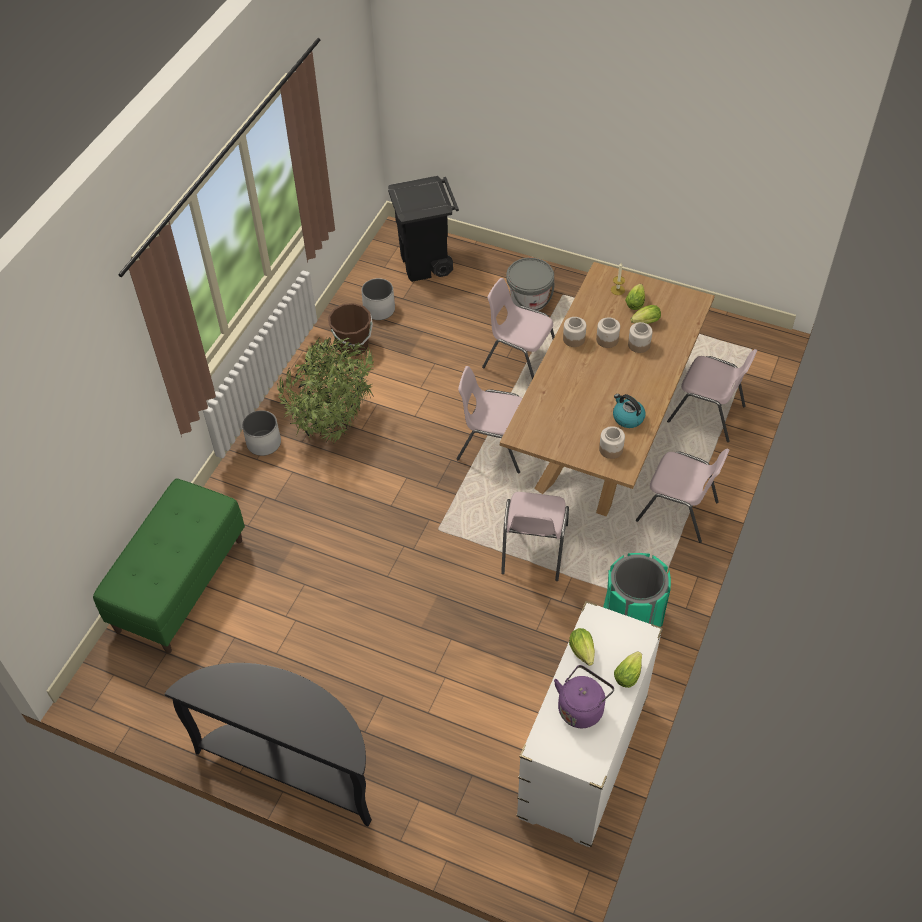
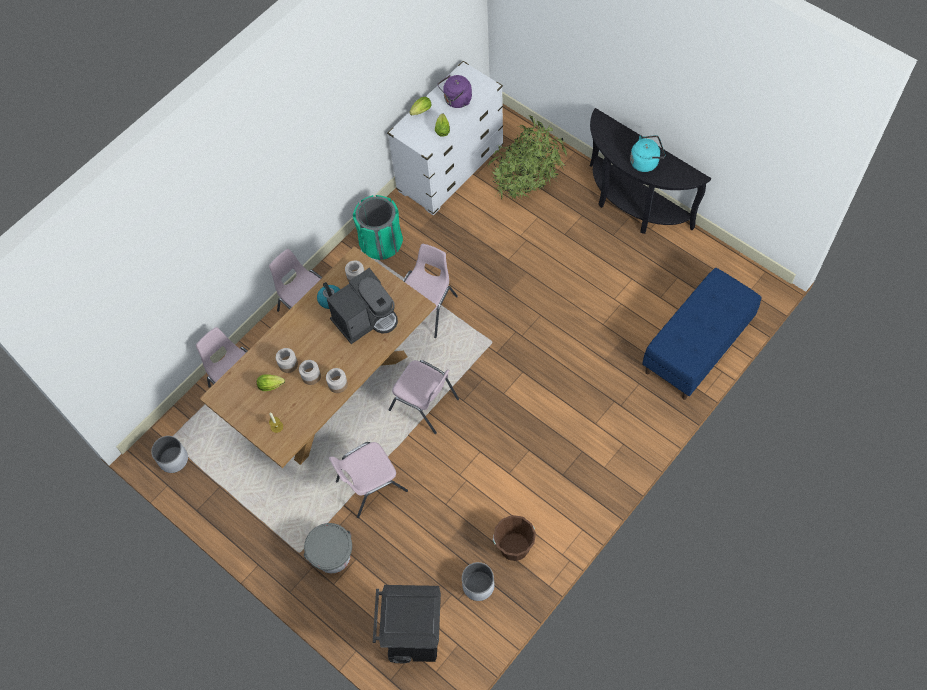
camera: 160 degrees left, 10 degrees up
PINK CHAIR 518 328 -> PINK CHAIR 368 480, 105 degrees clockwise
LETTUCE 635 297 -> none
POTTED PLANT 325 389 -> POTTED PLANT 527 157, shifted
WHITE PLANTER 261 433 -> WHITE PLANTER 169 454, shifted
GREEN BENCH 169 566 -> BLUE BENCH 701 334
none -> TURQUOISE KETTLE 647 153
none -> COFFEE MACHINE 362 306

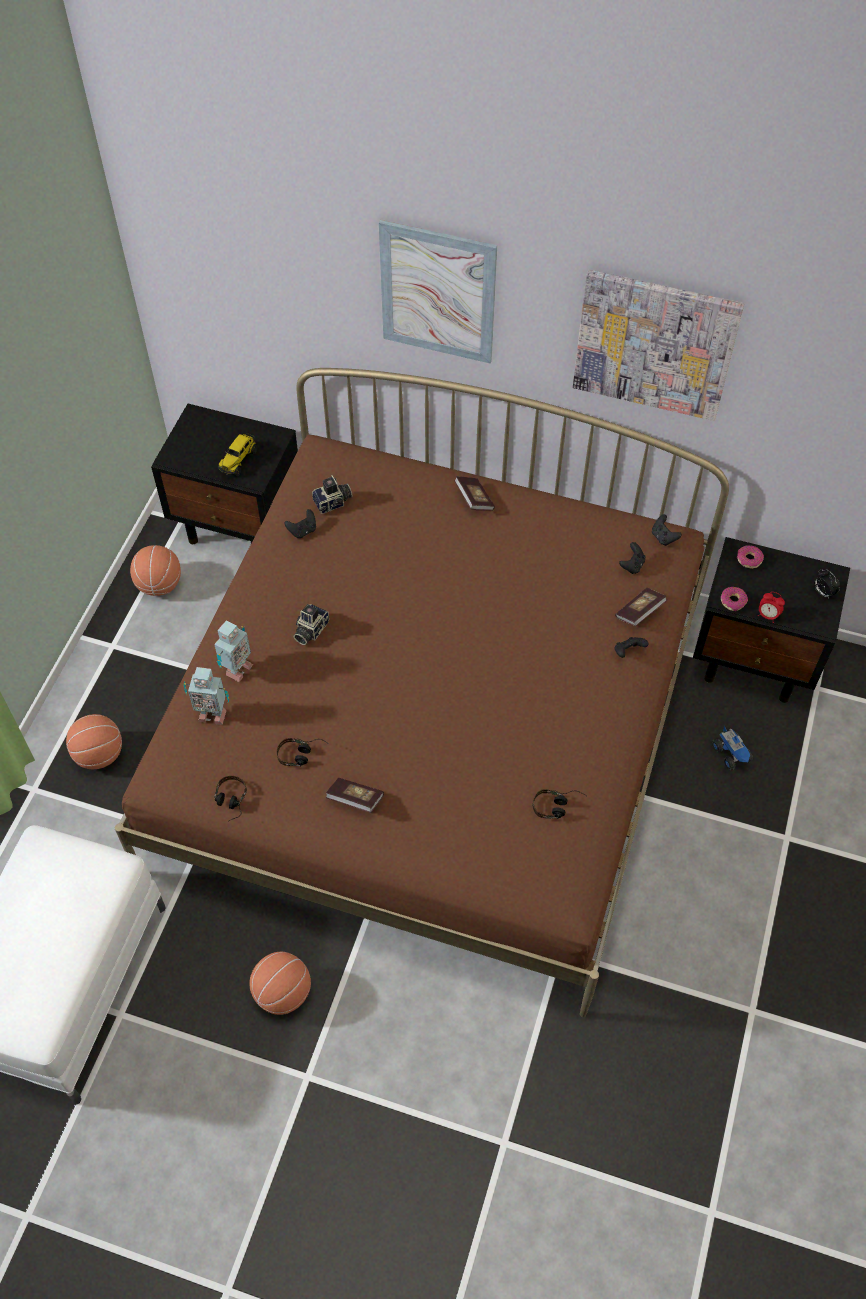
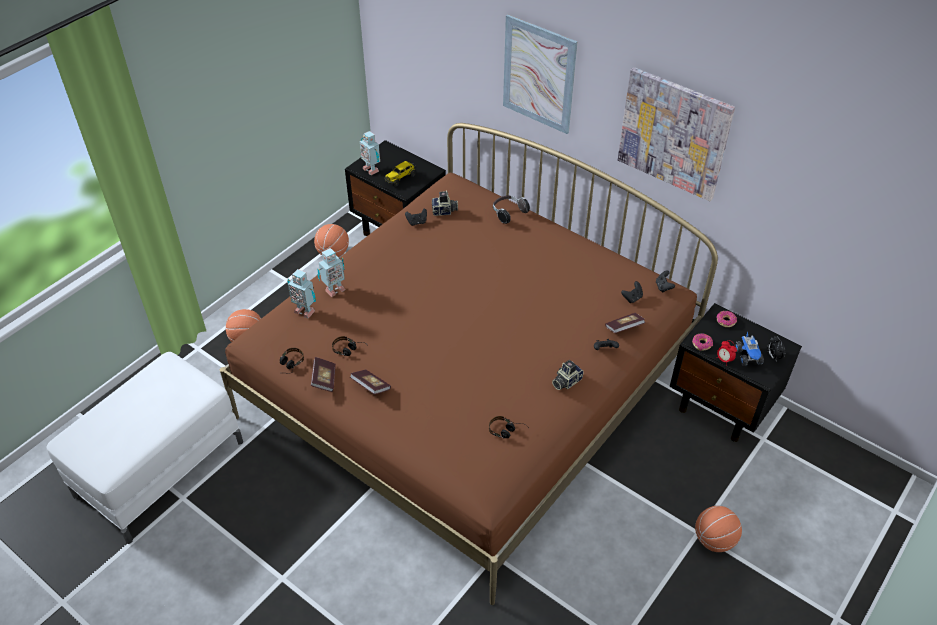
camera: 20 degrees right, 10 degrees down
BOOK 474 493 -> BOOK 323 374, shifted
PHOTO CAMERA 311 624 -> PHOTO CAMERA 568 375, shifted
TOY TRUCK 732 748 -> TOY TRUCK 749 348, shifted
BASKETBALL 280 983 -> BASKETBALL 718 529, shifted
none -> TOY ROBOT 370 153
none -> HEADPHONES 511 209

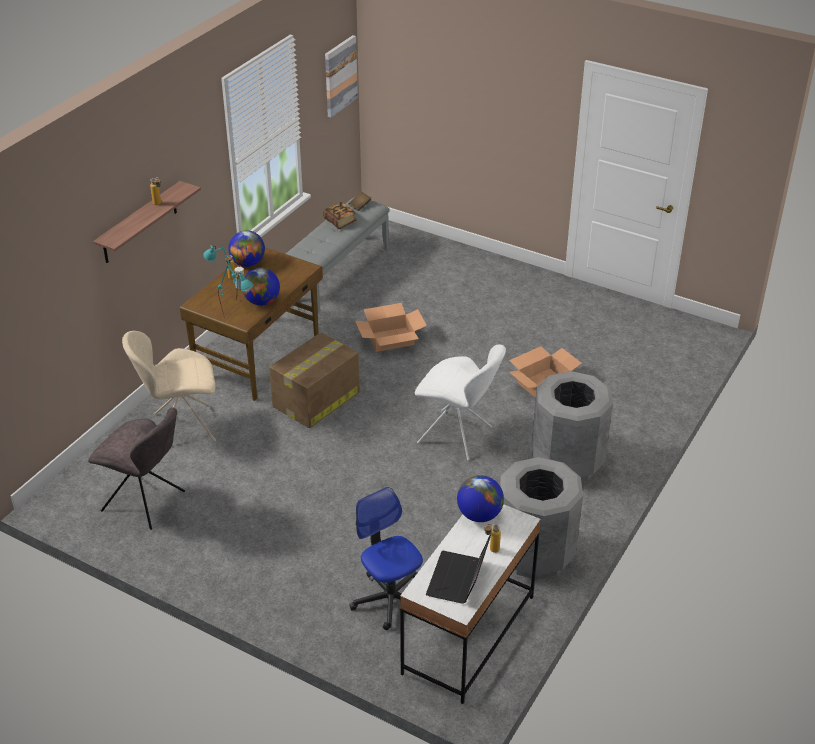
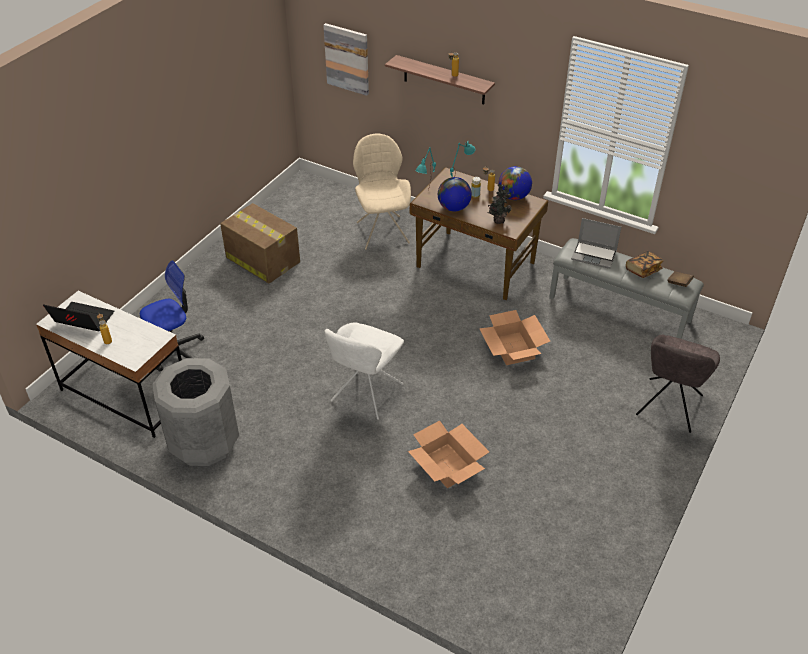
camera: 90 degrees right, 5 degrees up
PICTURE 341 76 -> PICTURE 346 59, shifted
CARDBOARD BOX 314 380 -> CARDBOARD BOX 260 243, shifted
GREY TRASH CAN 572 426 -> none
GREY CHAIR 136 468 -> GREY CHAIR 678 384, shifted
GLOBE 480 498 -> none
none -> POTTED PLANT 500 203
none -> LAPTOP 596 243

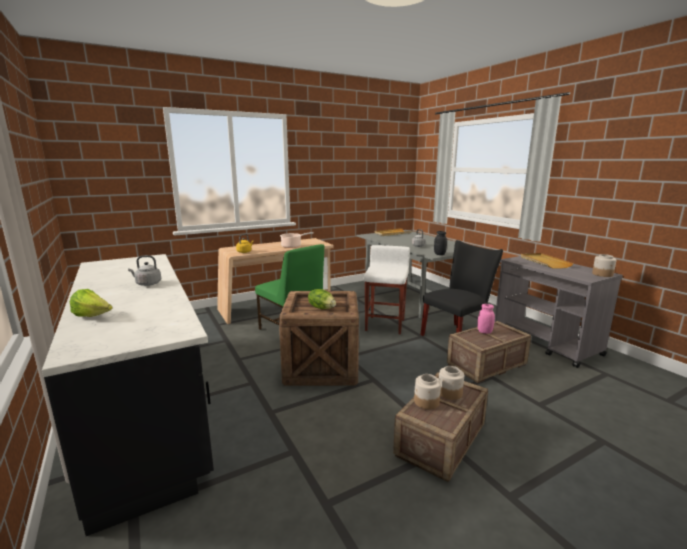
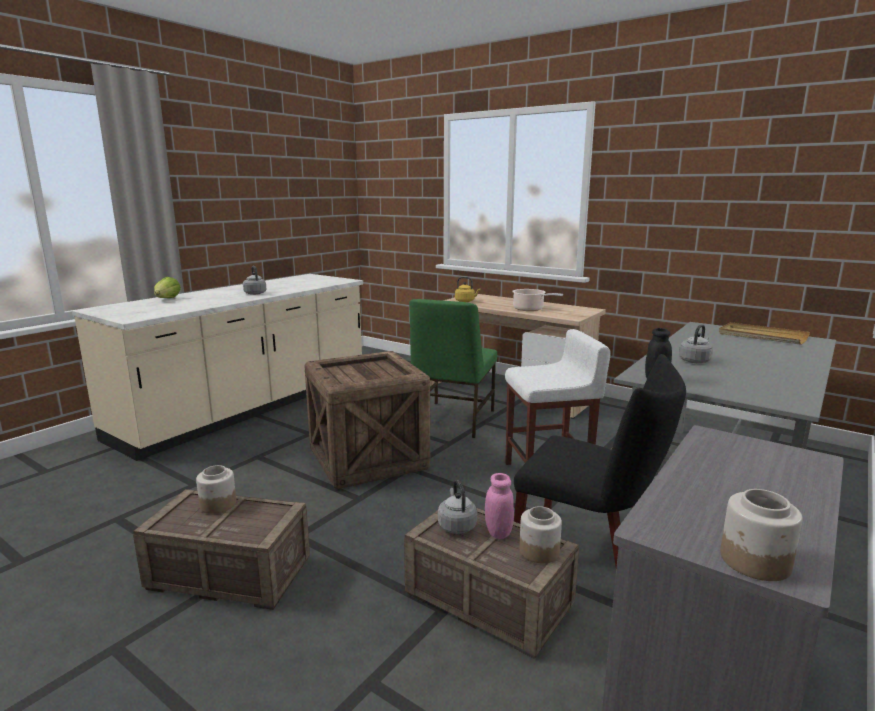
camera: 65 degrees right, 0 degrees up
BEIGE TRAY 547 261 -> none
BLACK COUNTER 128 395 -> BEIGE COUNTER 217 367
LETTUCE 322 299 -> none
JAR 451 383 -> JAR 540 534, shifted
none -> GREY KETTLE 457 507

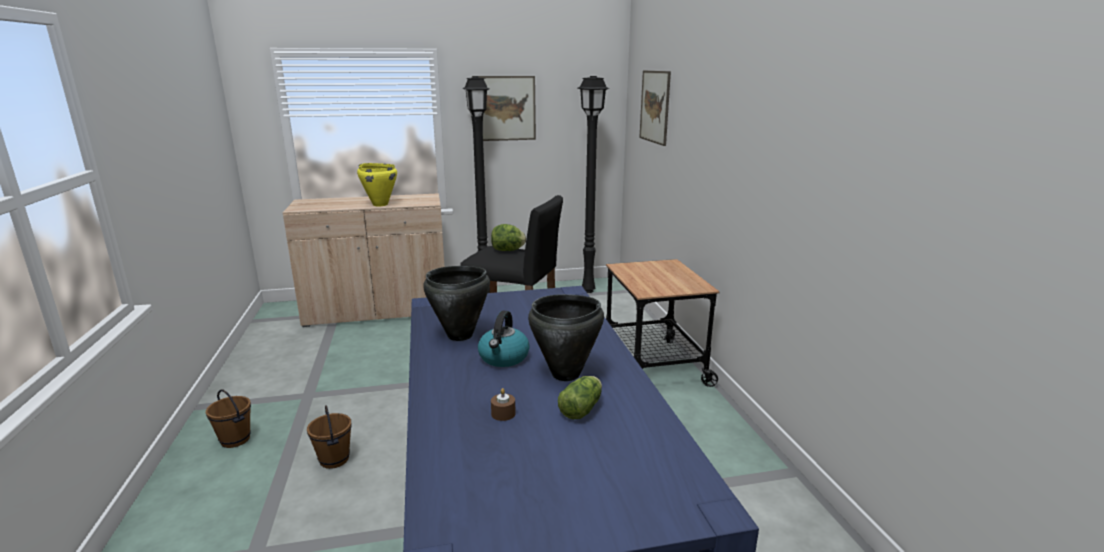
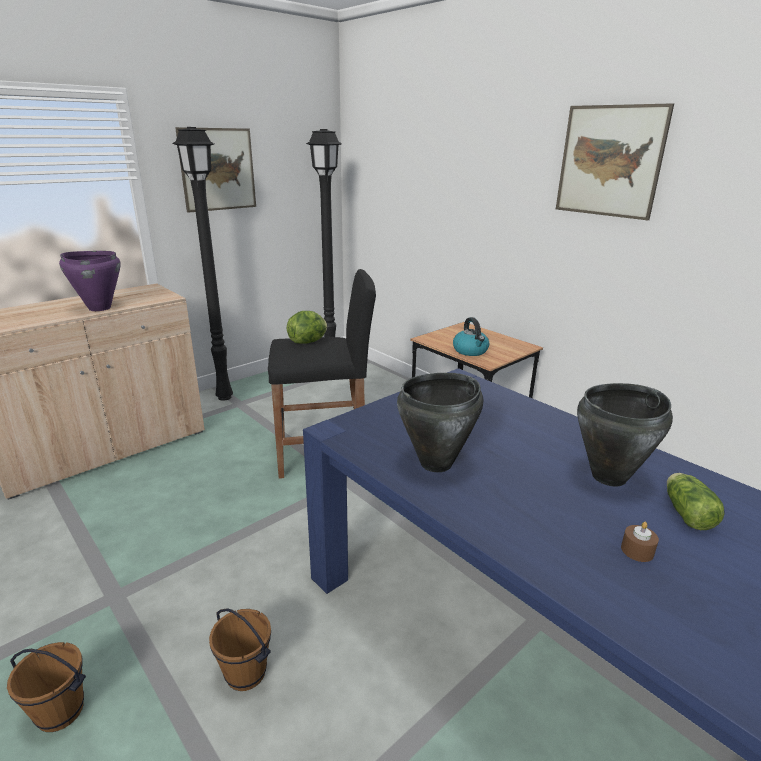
camera: 30 degrees left, 5 degrees up
PICTURE 655 108 -> PICTURE 615 161, shifted
YELLOW COOKING POT 377 184 -> PURPLE COOKING POT 90 281
KETTLE 504 338 -> KETTLE 471 336, shifted

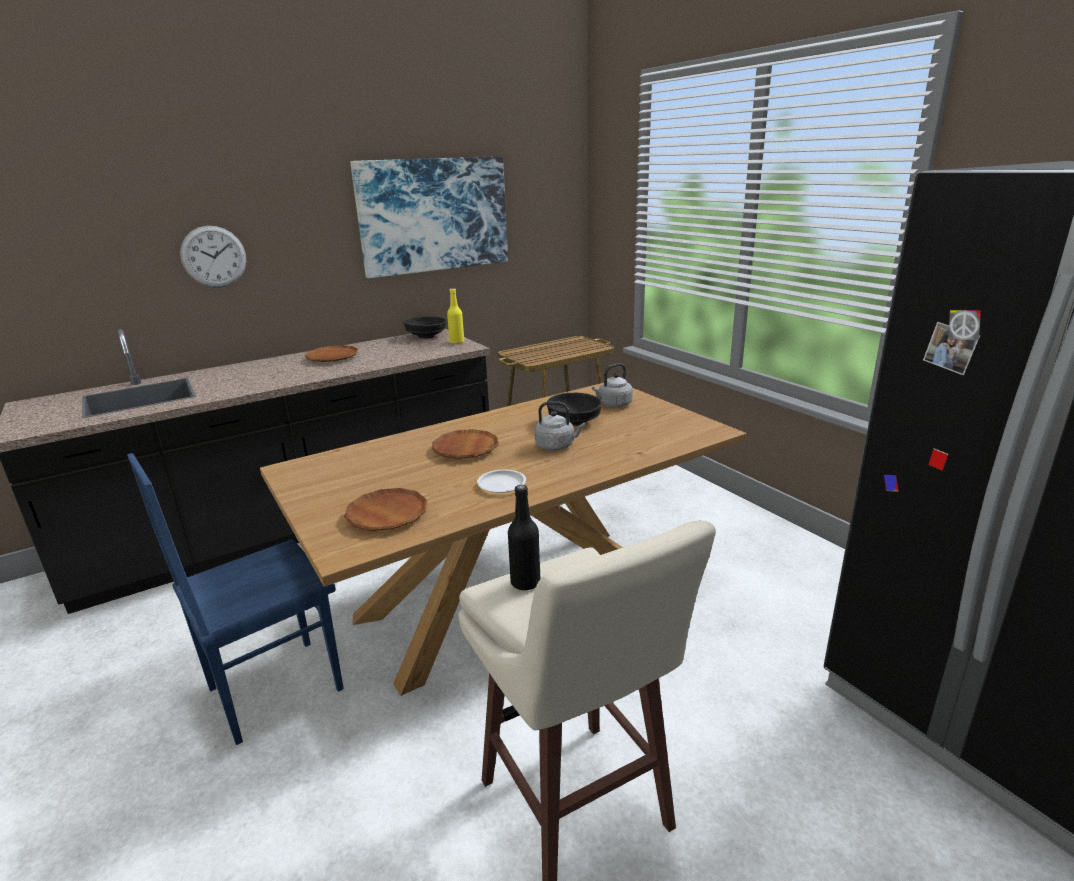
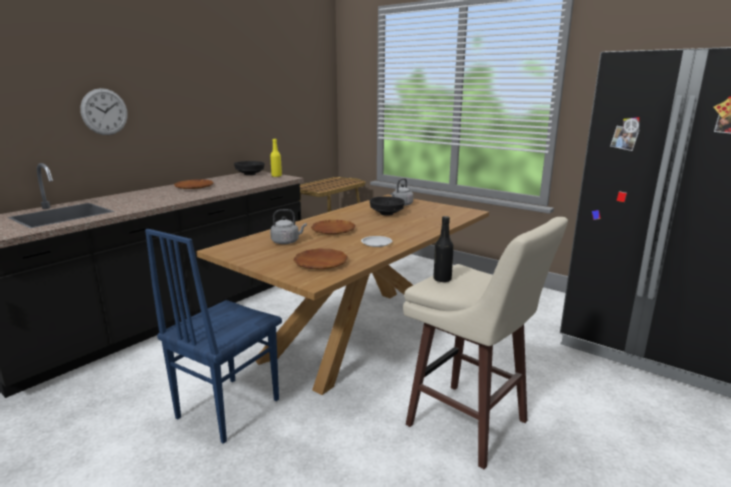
camera: 20 degrees left, 5 degrees down
PICTURE 429 217 -> none
GREY KETTLE 560 426 -> GREY KETTLE 288 226, shifted

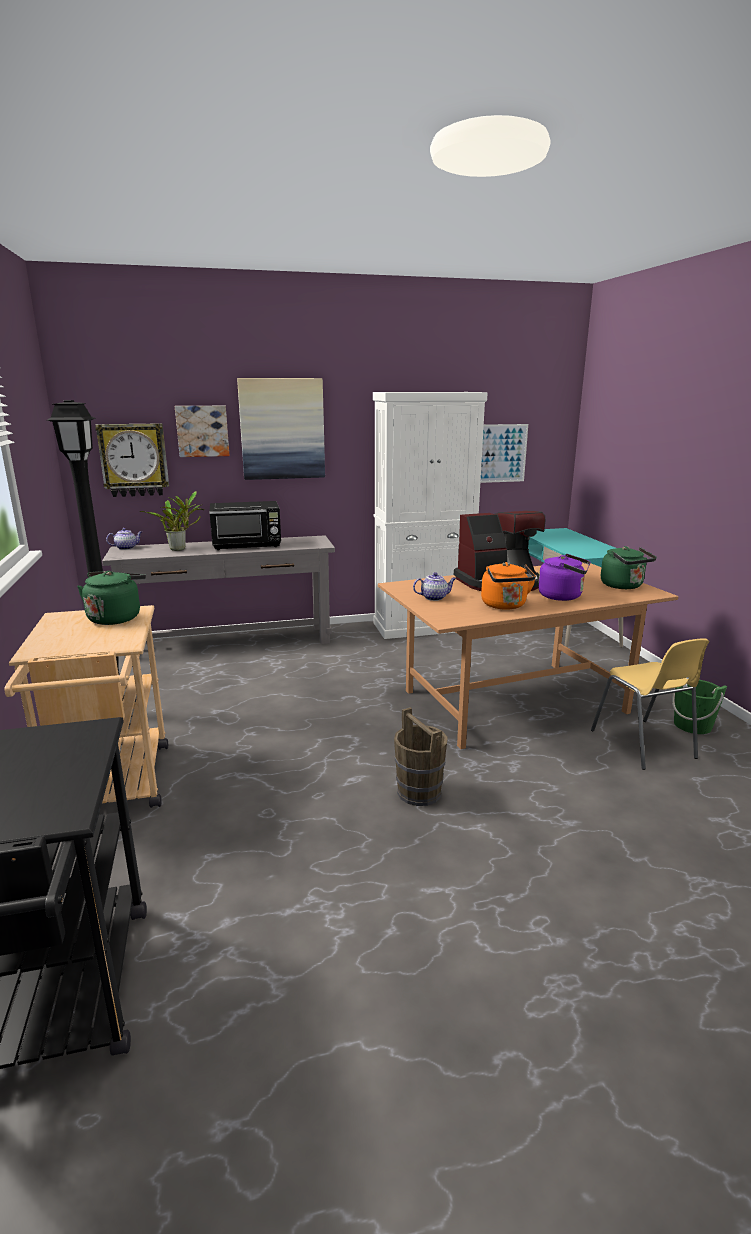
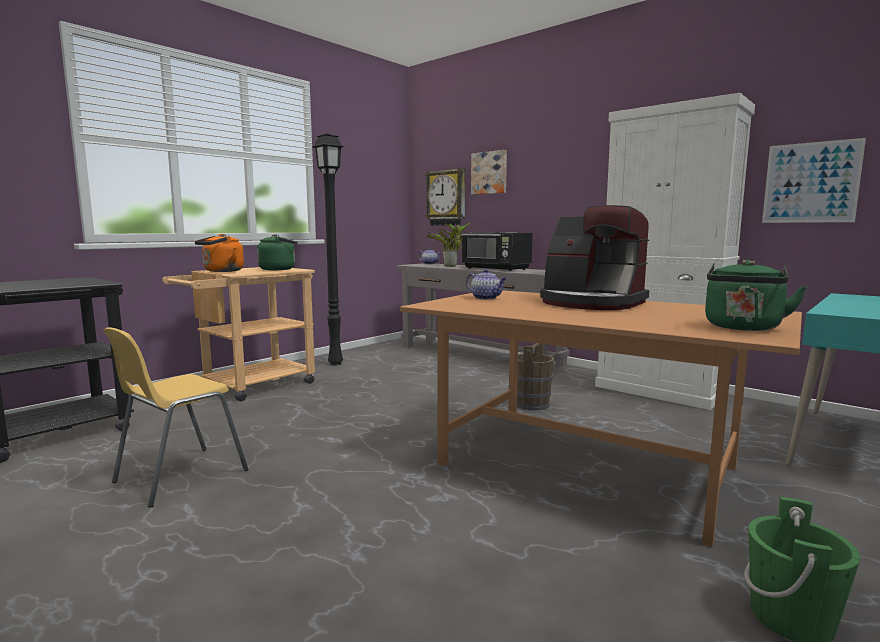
camera: 55 degrees right, 10 degrees down
PICTURE 281 429 -> none
PURPLE KETTLE 564 577 -> none
ORANGE KETTLE 508 586 -> ORANGE KETTLE 219 253, shifted
YELLOW CHAIR 650 704 -> YELLOW CHAIR 176 417, shifted
BROWN BUCKET 421 756 -> BROWN BUCKET 535 376, shifted

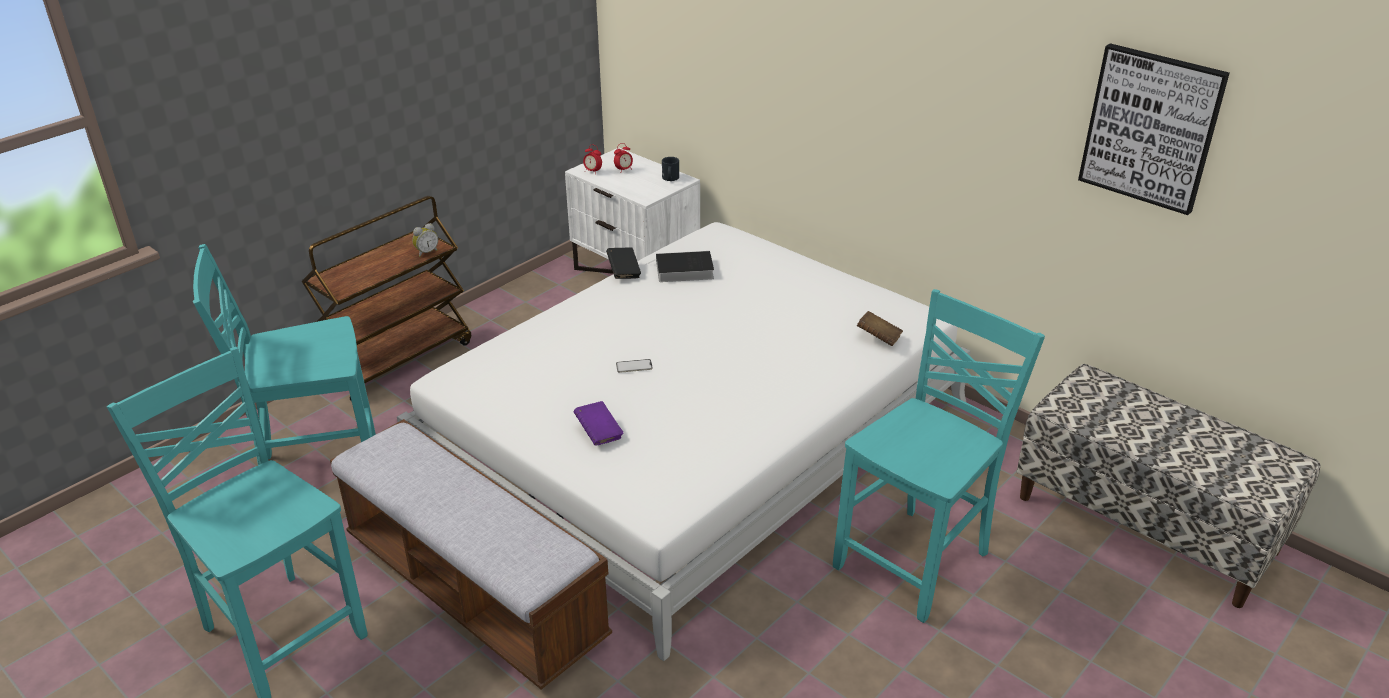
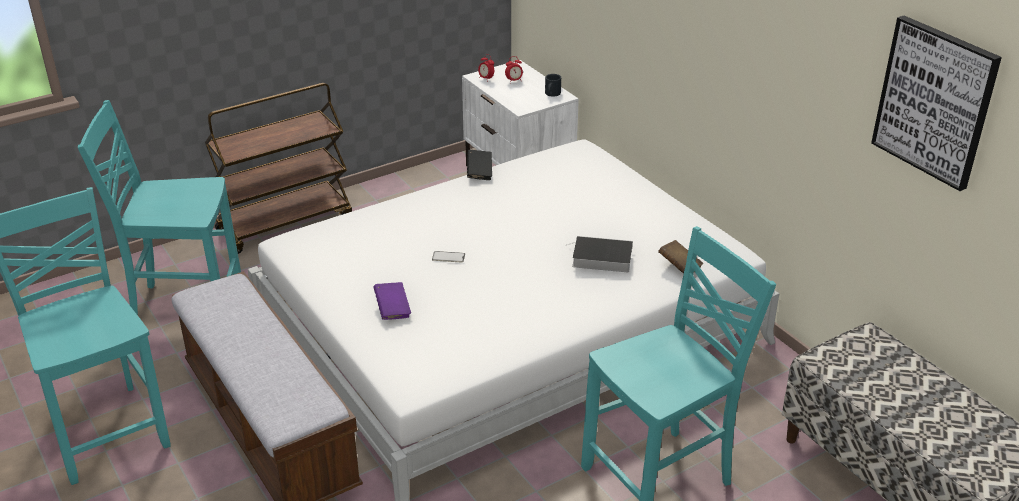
camera: 15 degrees right, 0 degrees up
ALARM CLOCK 425 240 -> none
BOOK 681 266 -> BOOK 599 254, shifted

